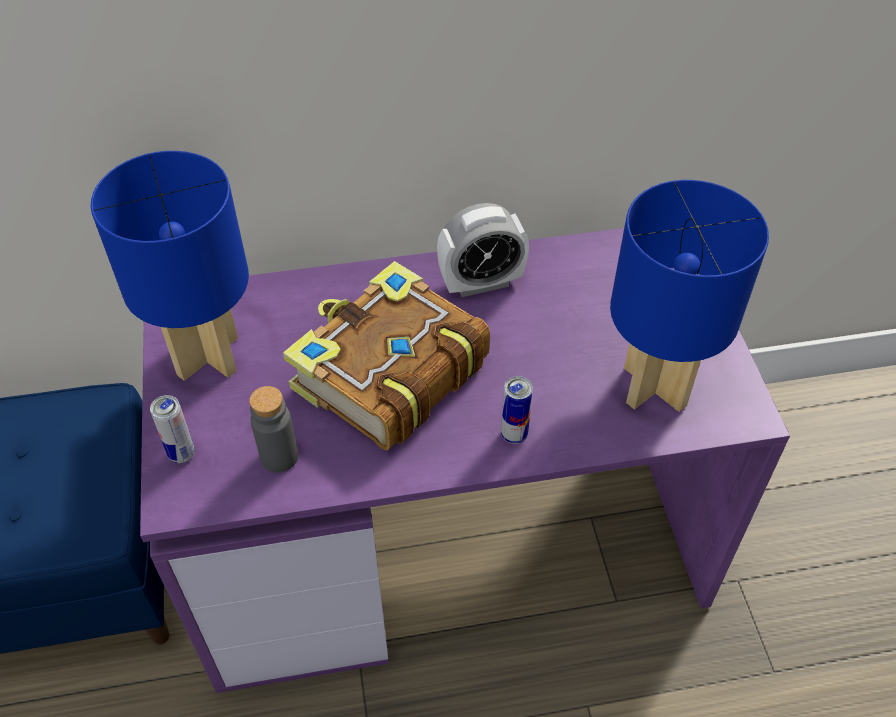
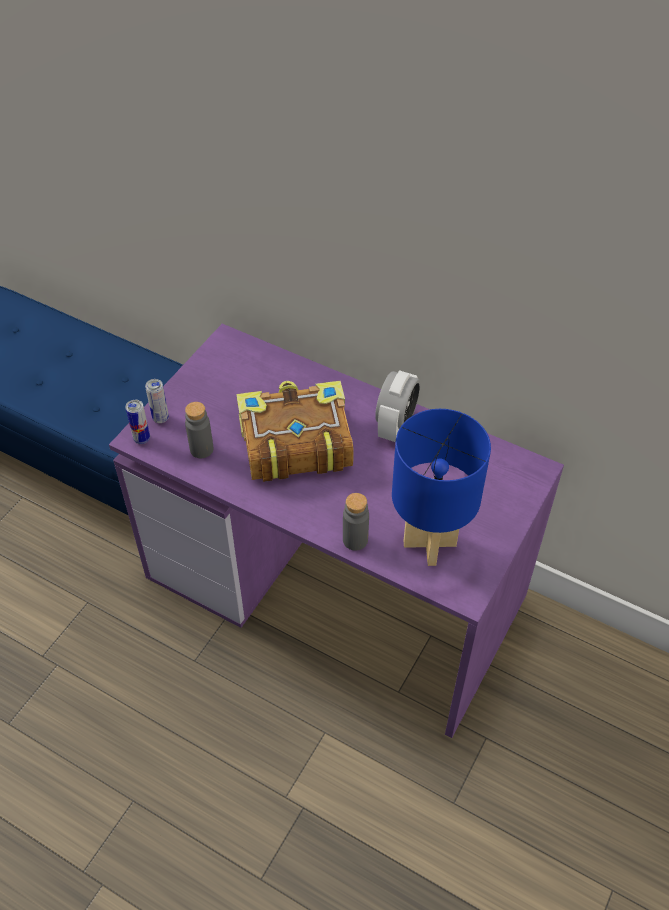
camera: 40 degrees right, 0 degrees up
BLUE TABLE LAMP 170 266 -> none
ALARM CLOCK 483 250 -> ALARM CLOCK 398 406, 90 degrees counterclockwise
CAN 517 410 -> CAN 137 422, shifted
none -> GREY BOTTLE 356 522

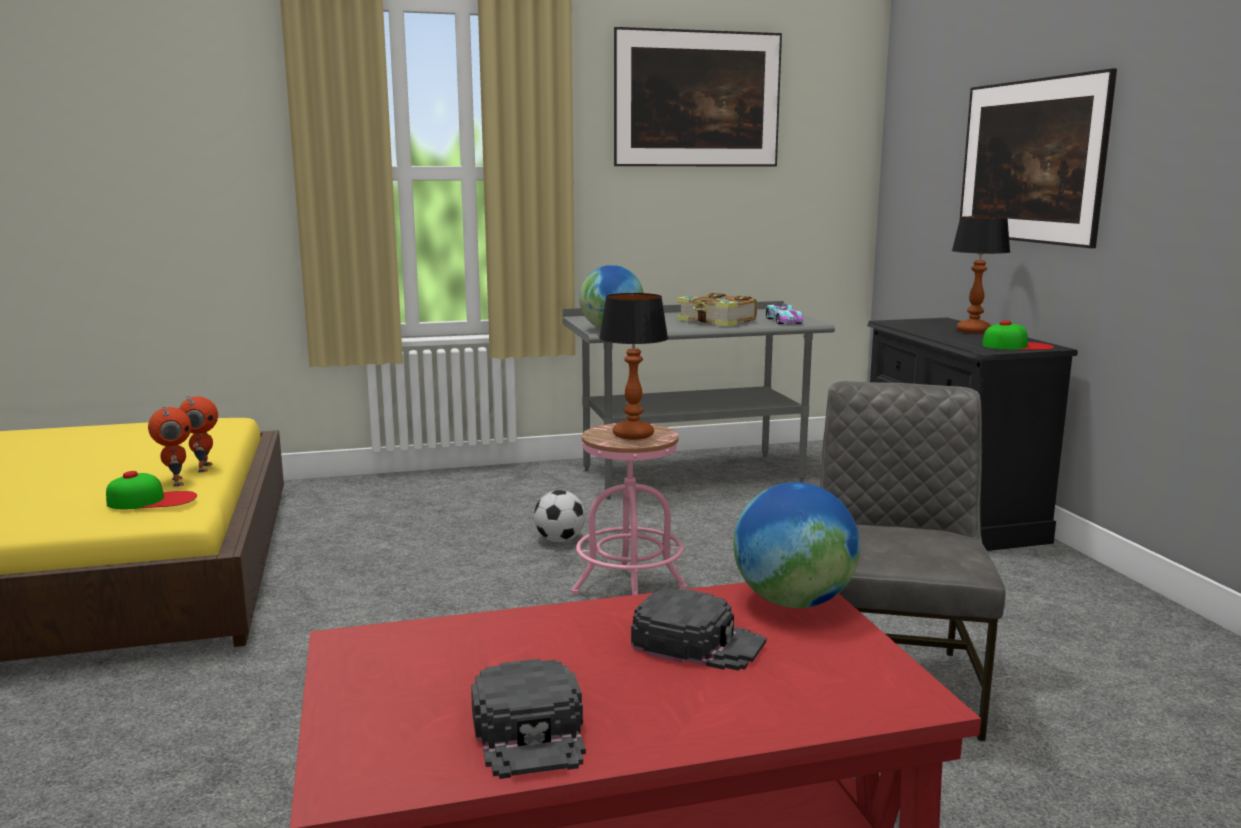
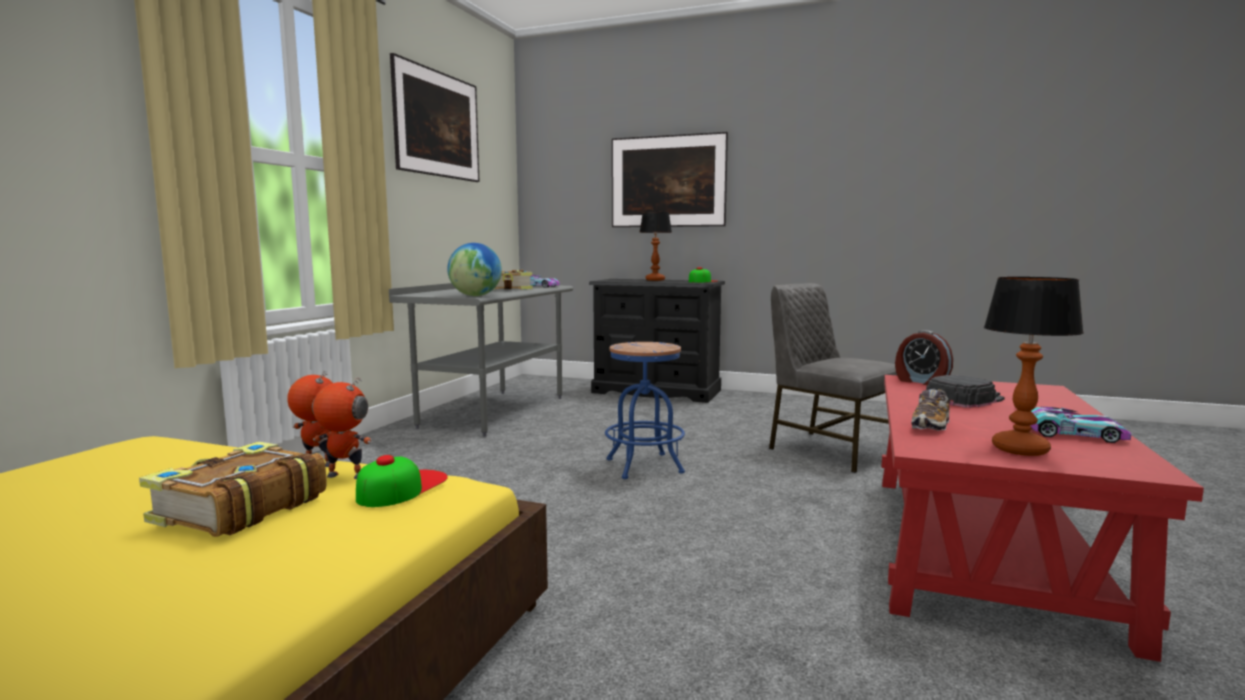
camera: 55 degrees left, 5 degrees down
TABLE LAMP 633 366 -> TABLE LAMP 1034 366, shifted
PINK STOOL 629 509 -> BLUE STOOL 645 410
GLOBE 796 545 -> ALARM CLOCK 924 357
FOOTBALL 559 516 -> none
BLACK CAP 528 719 -> TOY CAR 1081 425
none -> SHOE 930 410
none -> BOOK 233 489

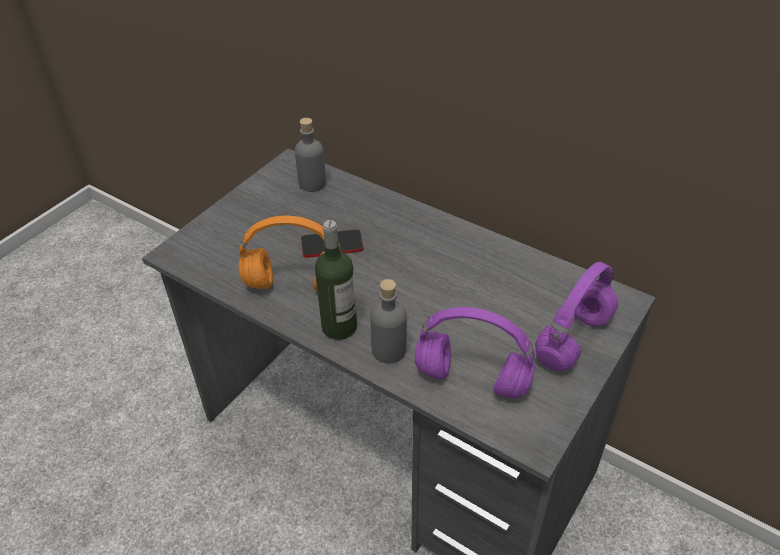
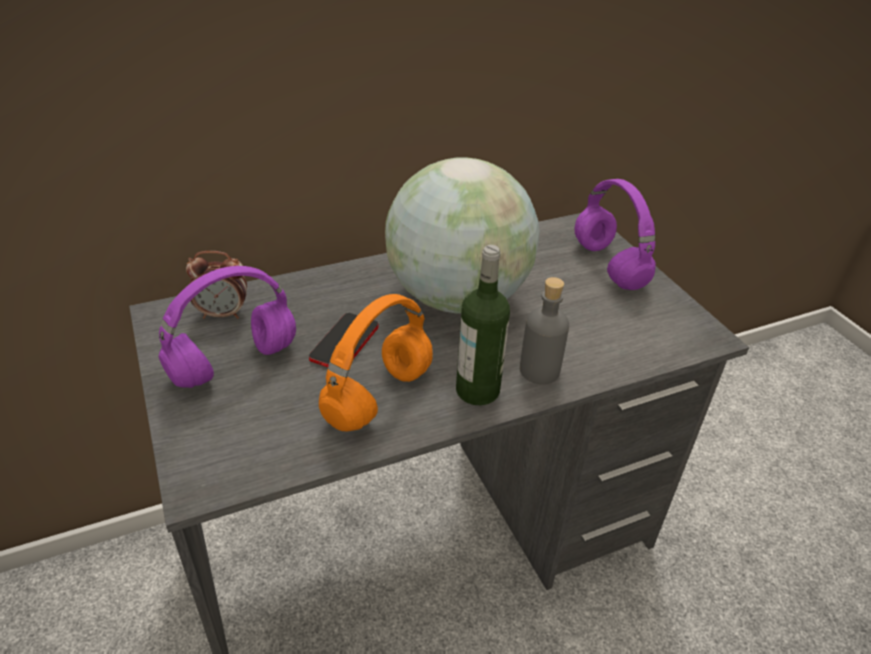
camera: 60 degrees left, 5 degrees down
GREY BOTTLE 310 155 -> ALARM CLOCK 216 285
PURPLE HEADPHONES 475 352 -> PURPLE HEADPHONES 227 327, shifted
none -> GLOBE 462 235

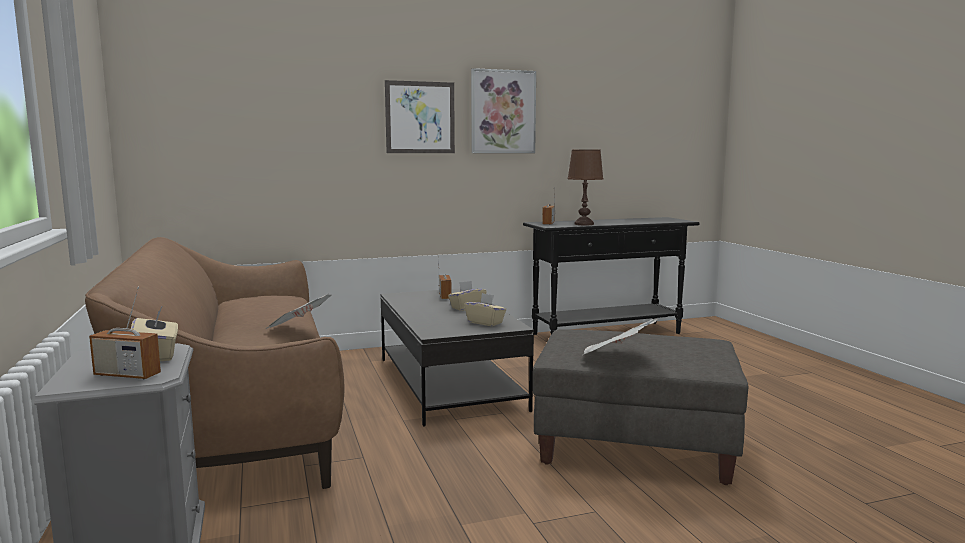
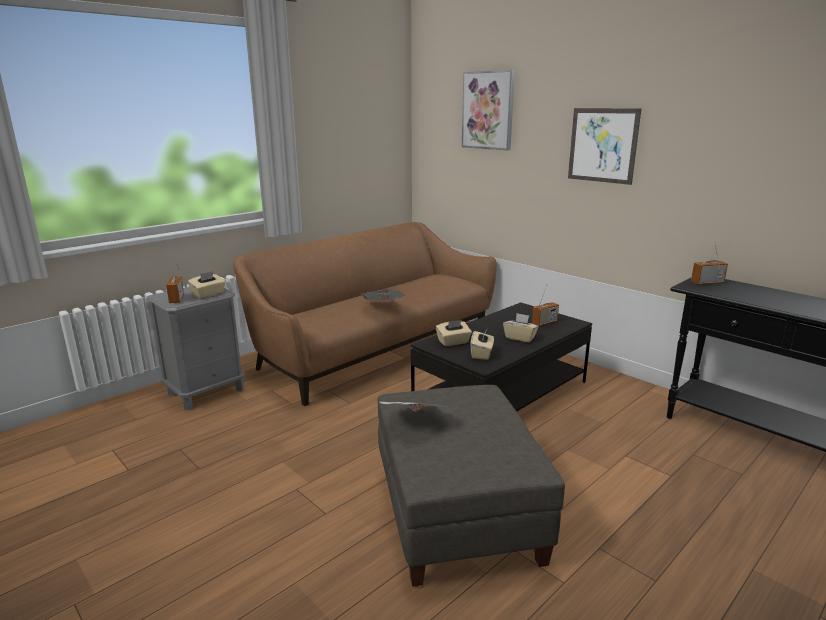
camera: 65 degrees right, 10 degrees up
PICTURE 503 110 -> PICTURE 488 110, shifted
BROWN TABLE LAMP 585 187 -> none
none -> BEIGE TISSUE BOX 454 333

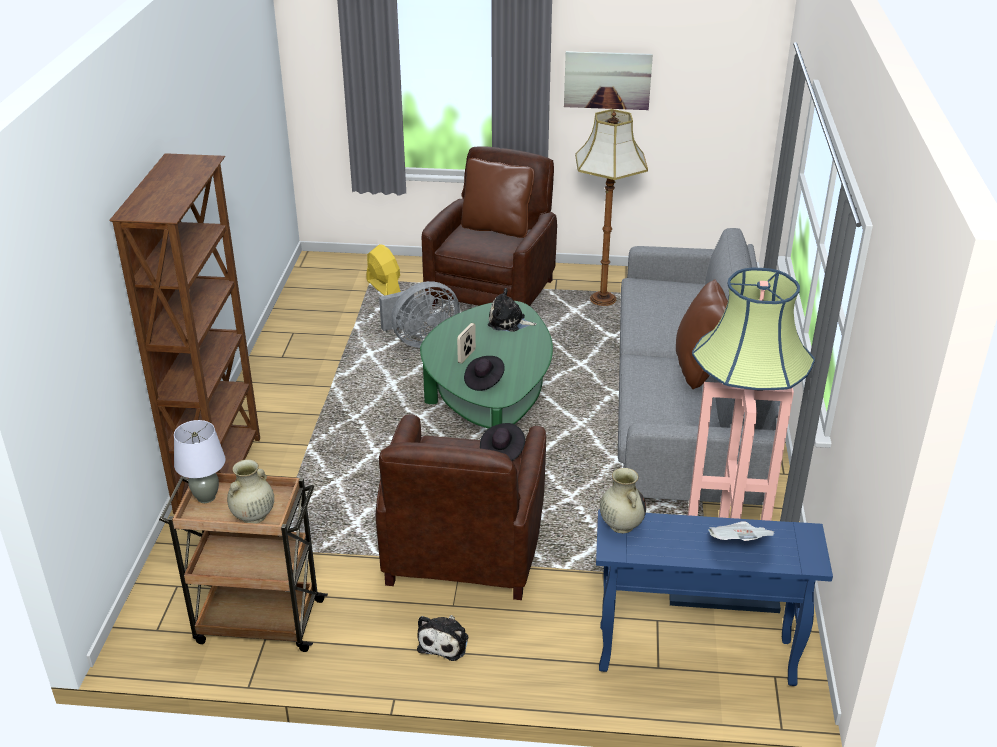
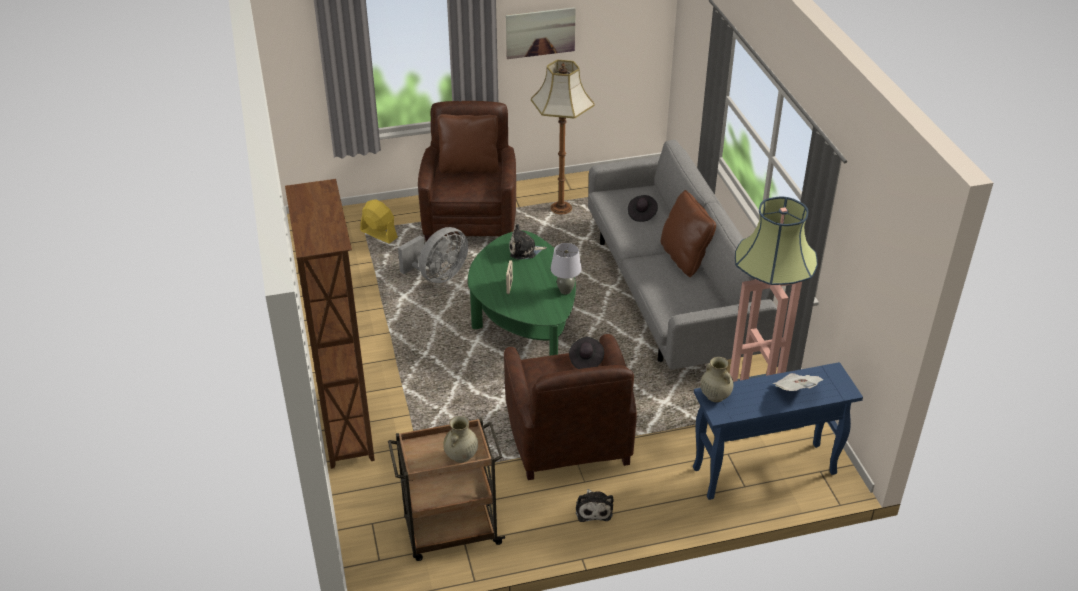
camera: 20 degrees left, 5 degrees up
BLACK HAT 484 373 -> BLACK HAT 643 208, shifted
GREY TABLE LAMP 200 461 -> GREY TABLE LAMP 566 268, shifted

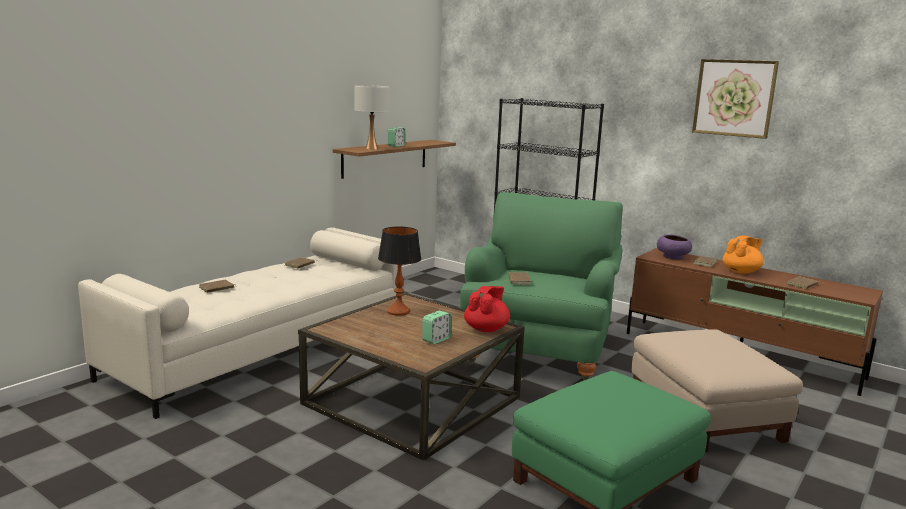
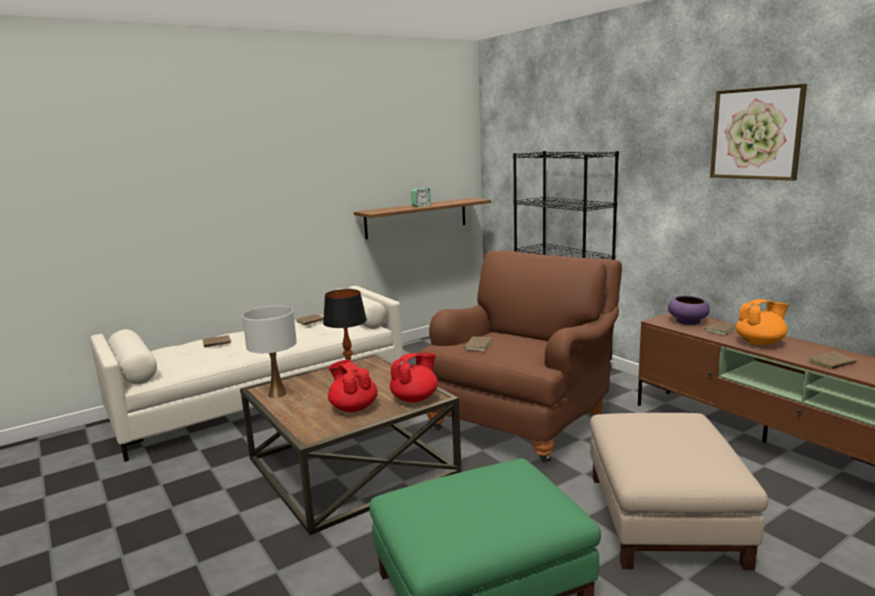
camera: 20 degrees right, 0 degrees up
WHITE TABLE LAMP 372 117 -> WHITE TABLE LAMP 269 351, shifted
GREEN ARMCHAIR 541 286 -> BROWN ARMCHAIR 520 356
ALARM CLOCK 436 327 -> RED TEAPOT 353 386

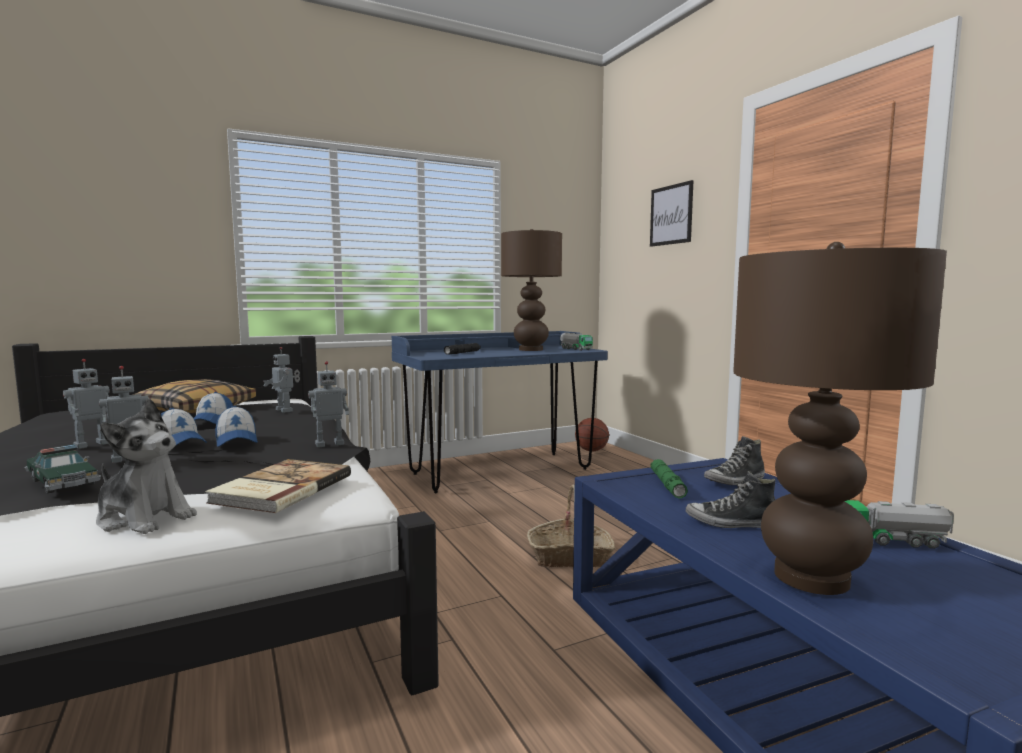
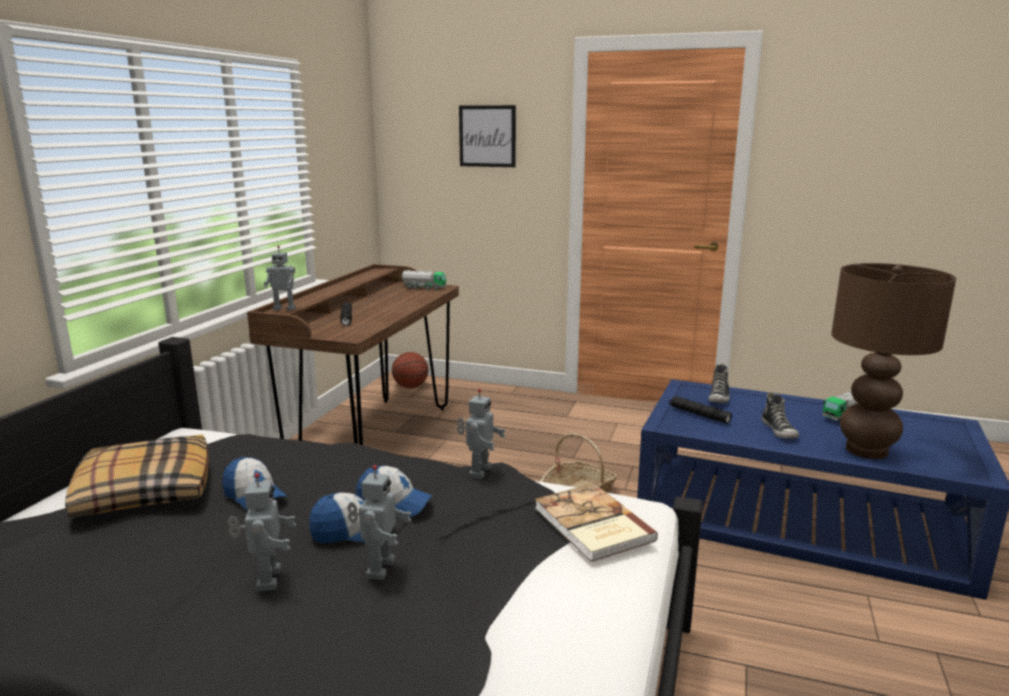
camera: 45 degrees left, 10 degrees up
BROWN TABLE LAMP 531 290 -> none
BLUE DESK 500 412 -> BROWN DESK 353 354
TOY ROBOT 281 380 -> TOY ROBOT 280 278, shifted
PLUSH TOY 146 466 -> none
TOY CAR 62 469 -> none
GREEN FLASHLIGHT 669 478 -> BLACK FLASHLIGHT 700 410
SHOE 731 499 -> SHOE 780 415, 60 degrees counterclockwise

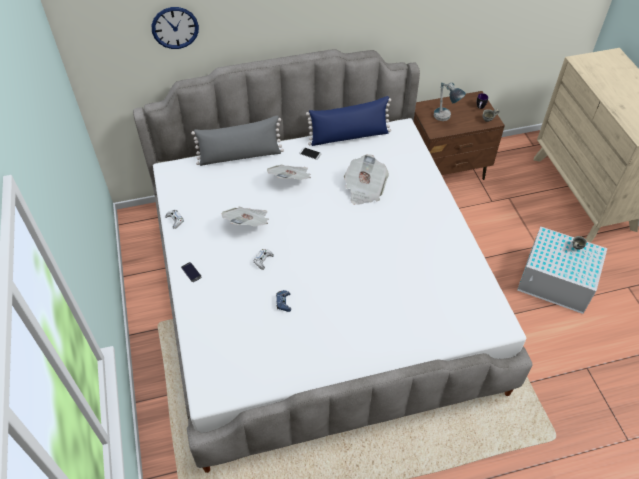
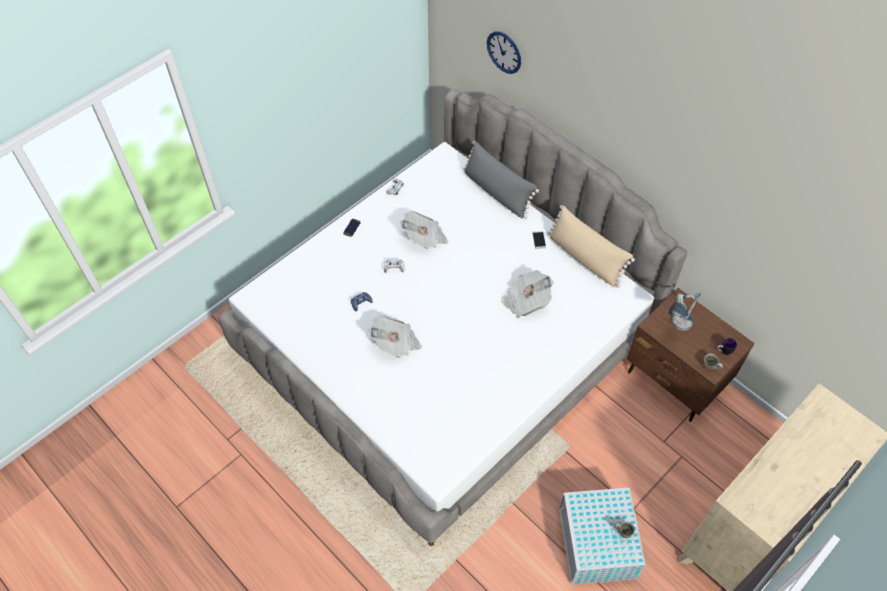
camera: 60 degrees right, 5 degrees up
BLUE PILLOW 348 121 -> BEIGE PILLOW 591 246
NEWSPAPER 289 172 -> NEWSPAPER 395 336, shifted

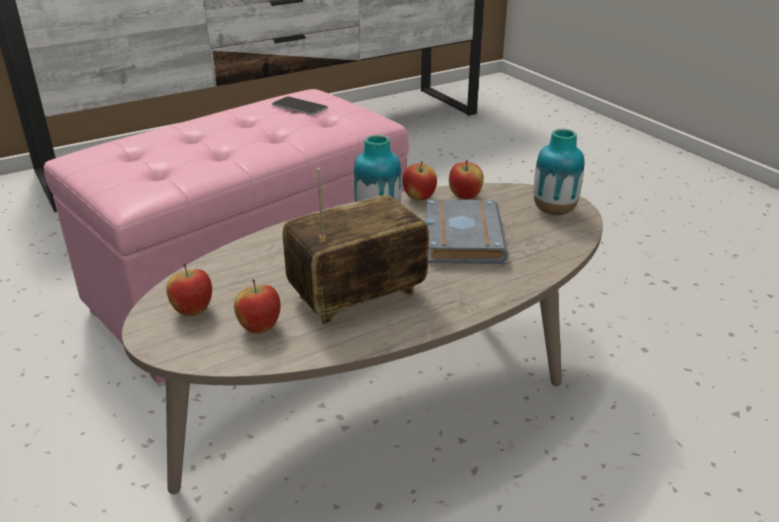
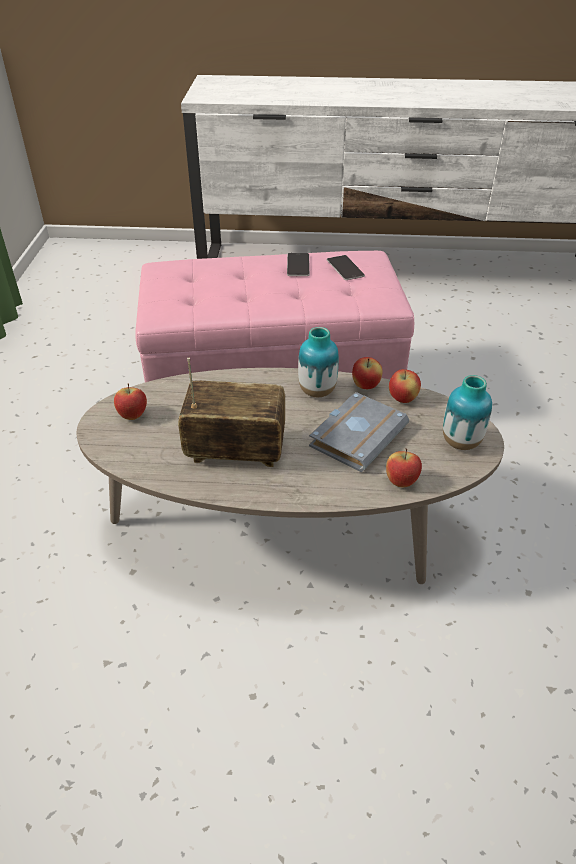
camera: 35 degrees right, 10 degrees up
APPLE 257 307 -> APPLE 404 468, shifted
none -> PHONE 298 264

